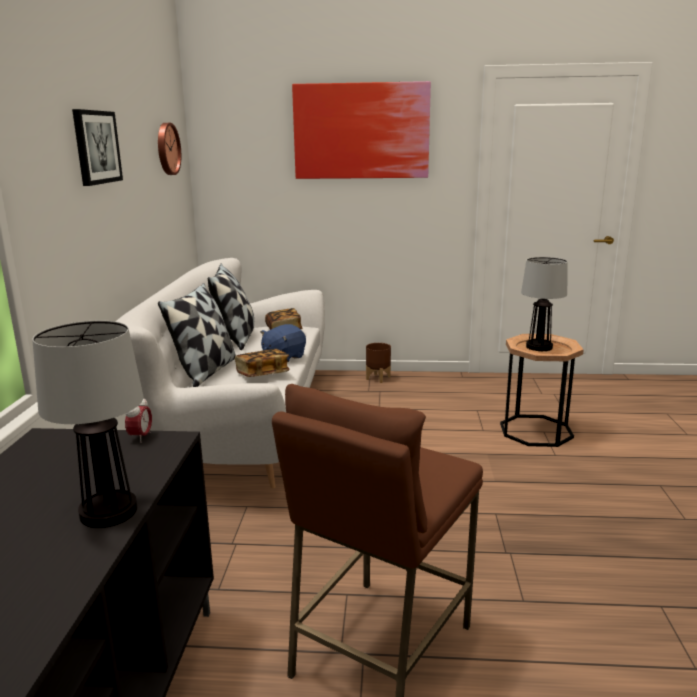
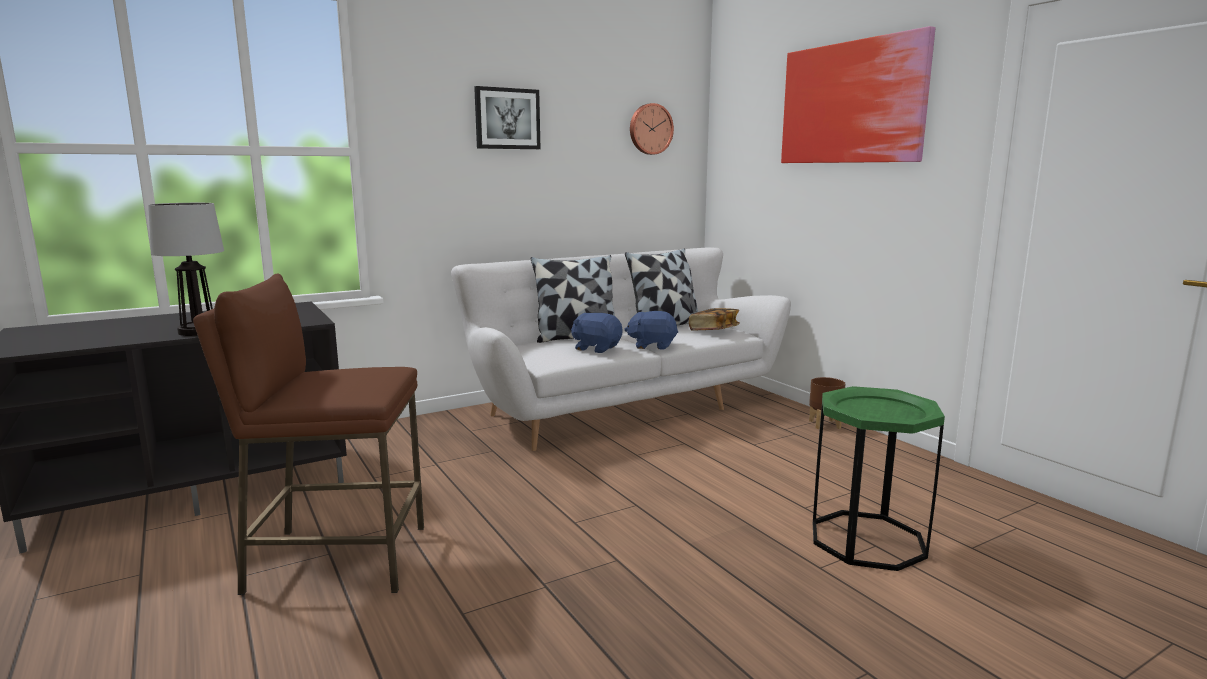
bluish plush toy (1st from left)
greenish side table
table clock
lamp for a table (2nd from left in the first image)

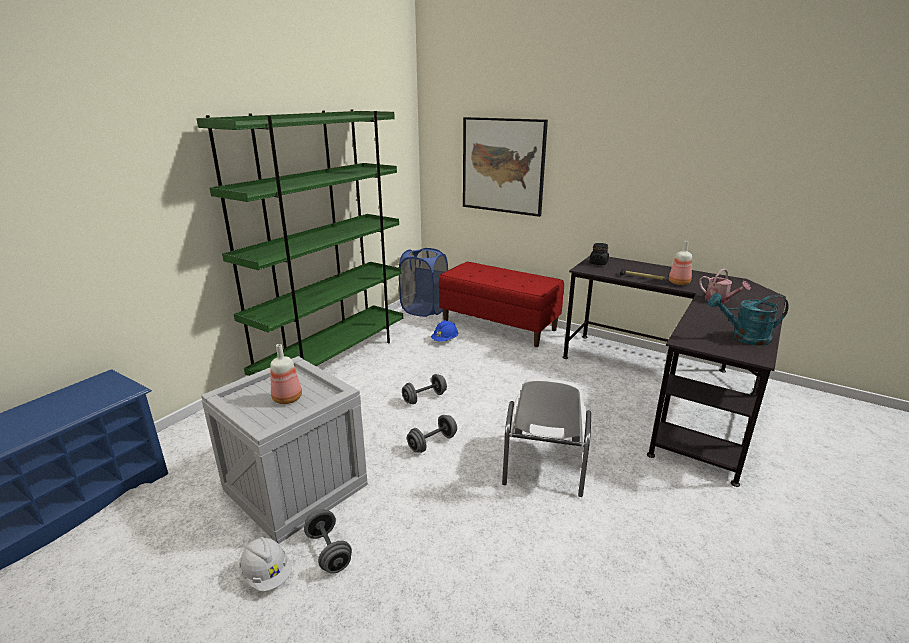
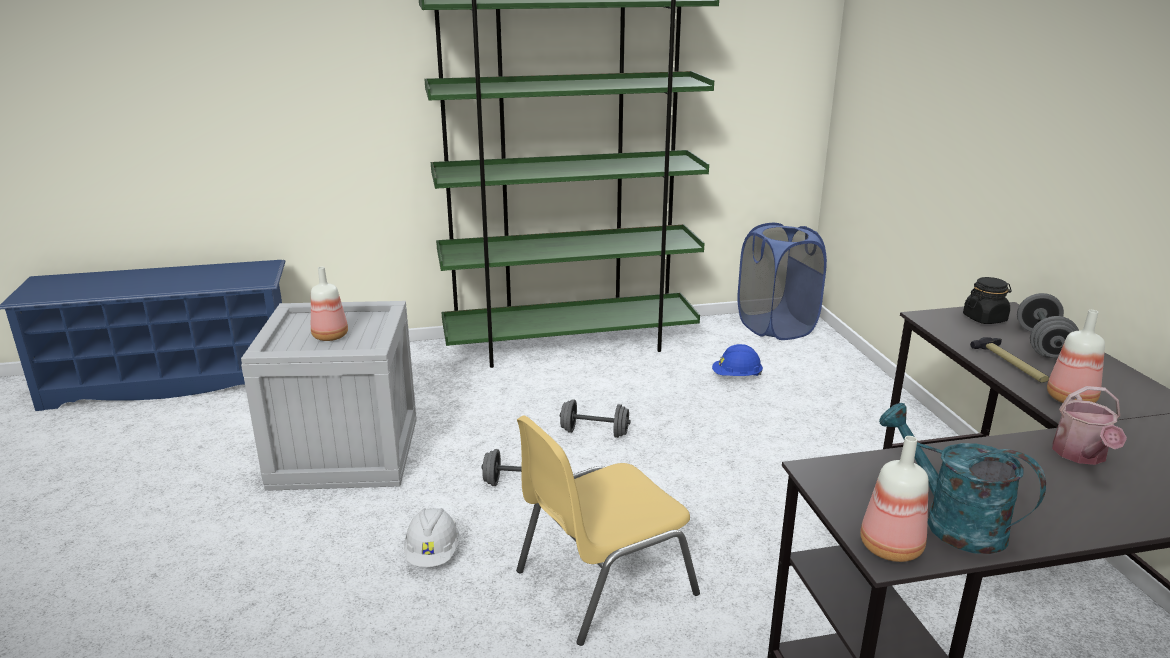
white work helmet
yellow chair
beverage bottle (2nd from left)
grey dumbbell (3rd from left)
red long seat
wall art

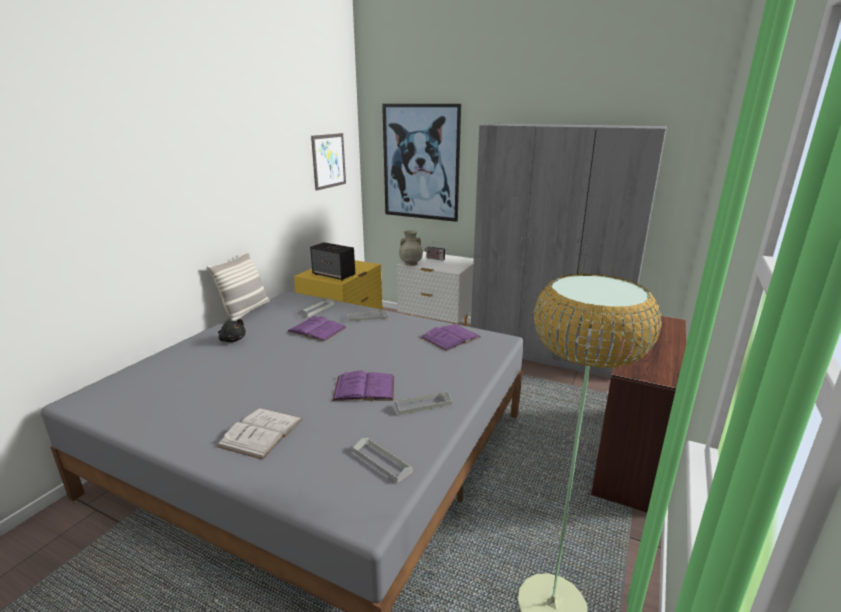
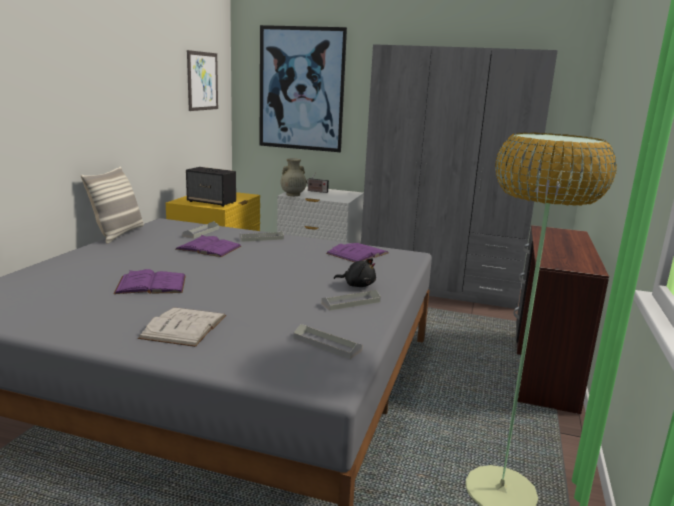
purple book (1st from left)
black-coloured plush toy

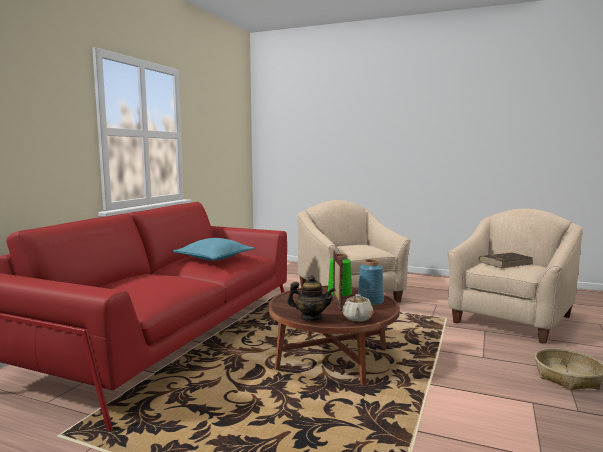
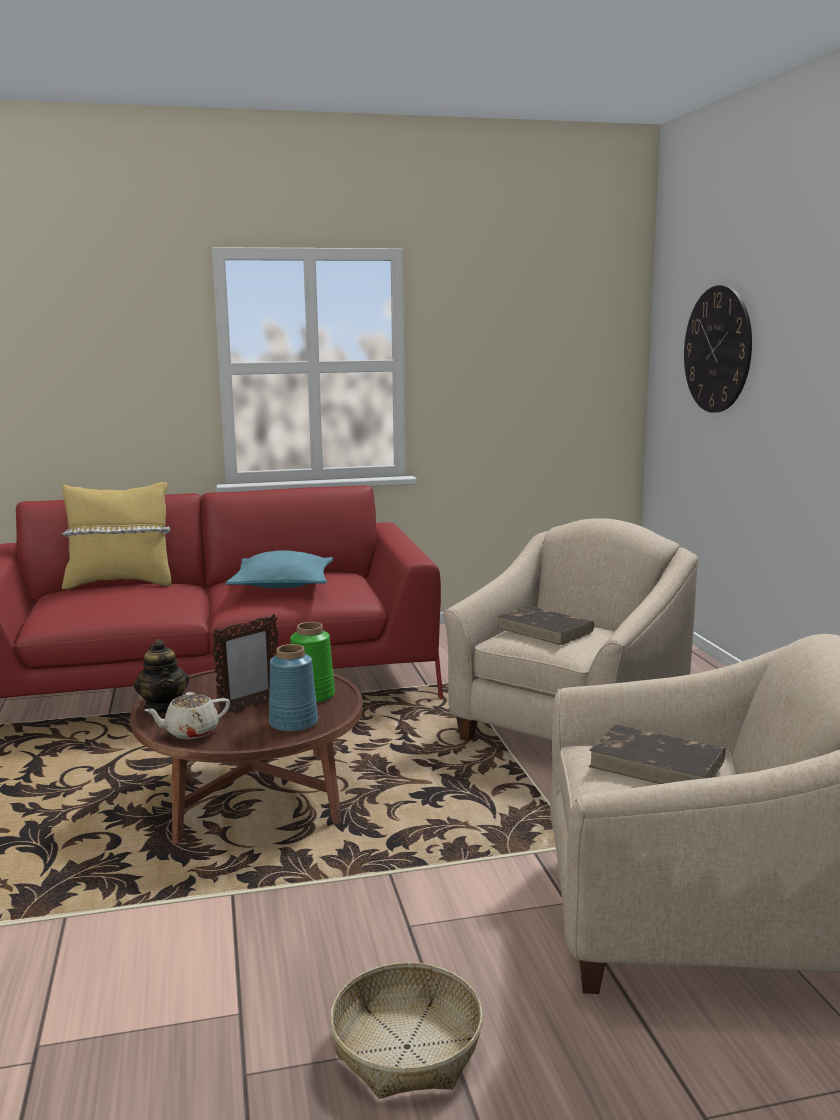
yellow cushion
brownish book (1st from left)
clock on the wall

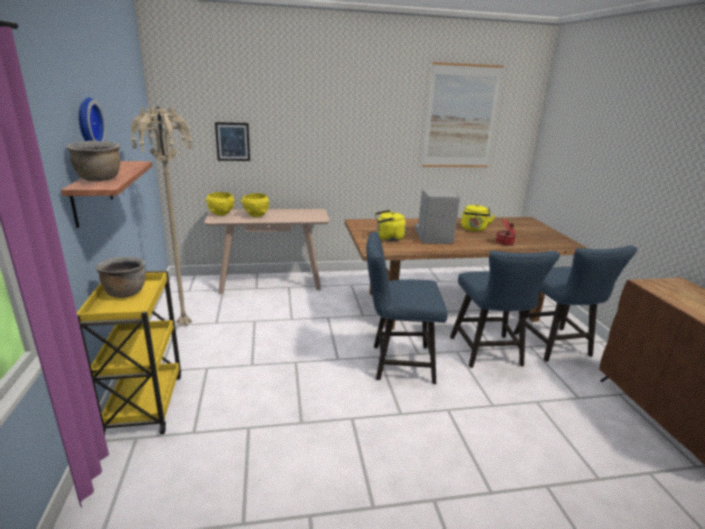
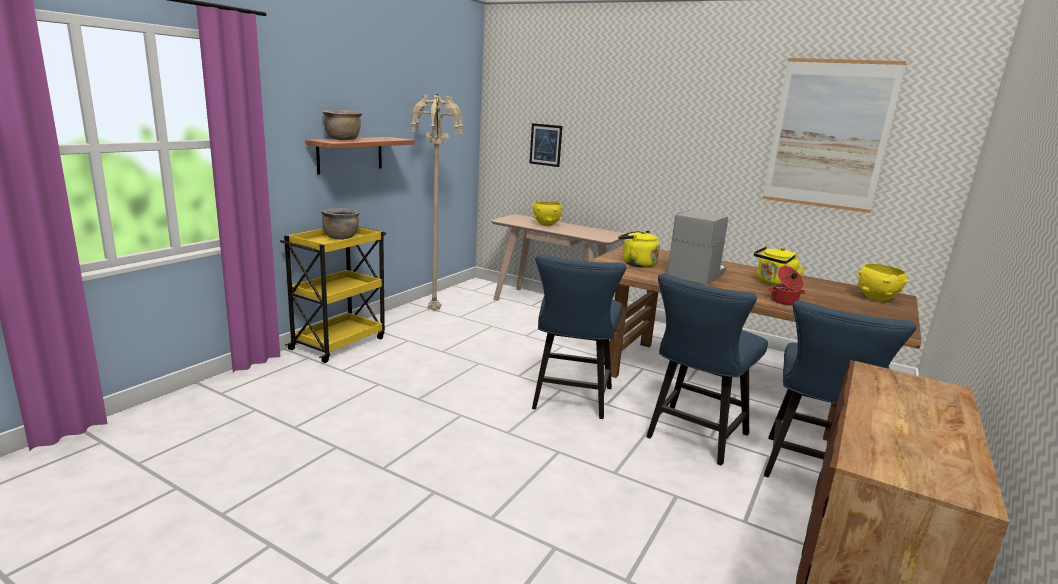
bluish chair (1st from left)
yellow bowl (2nd from left)
clock on the wall

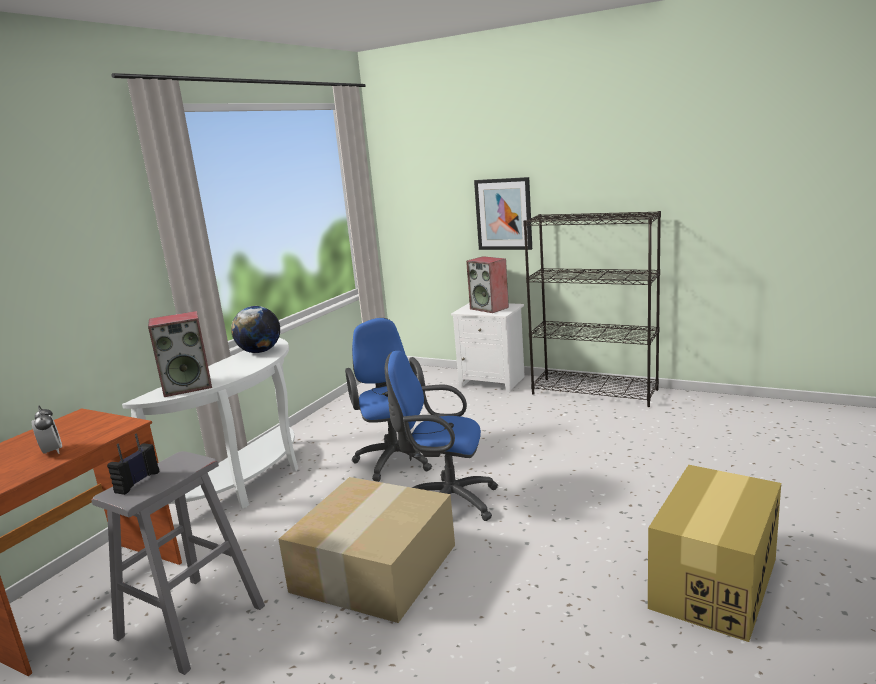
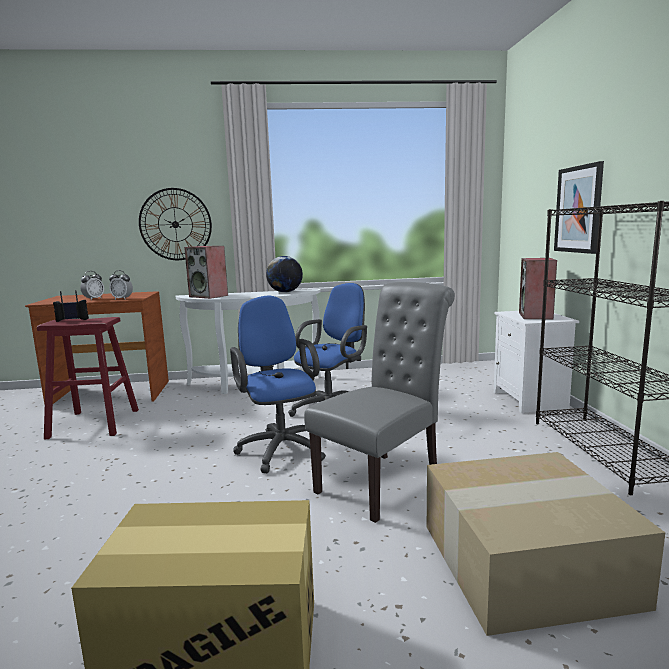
red stool seat
table clock (2nd from left)
clock on the wall
grey chair
packing box (2nd from left)

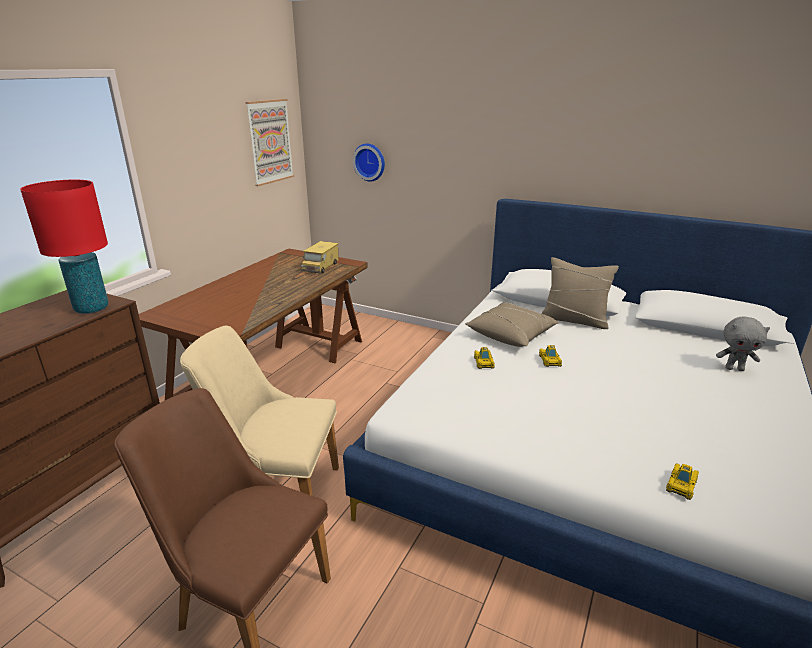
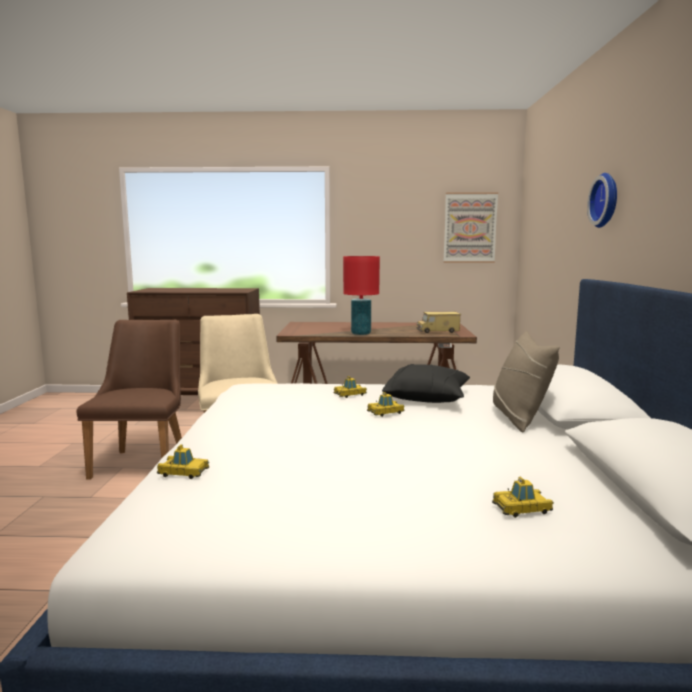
red lamp for a table
black-coloured cushion
miniature car (4th from left)
clock on the wall

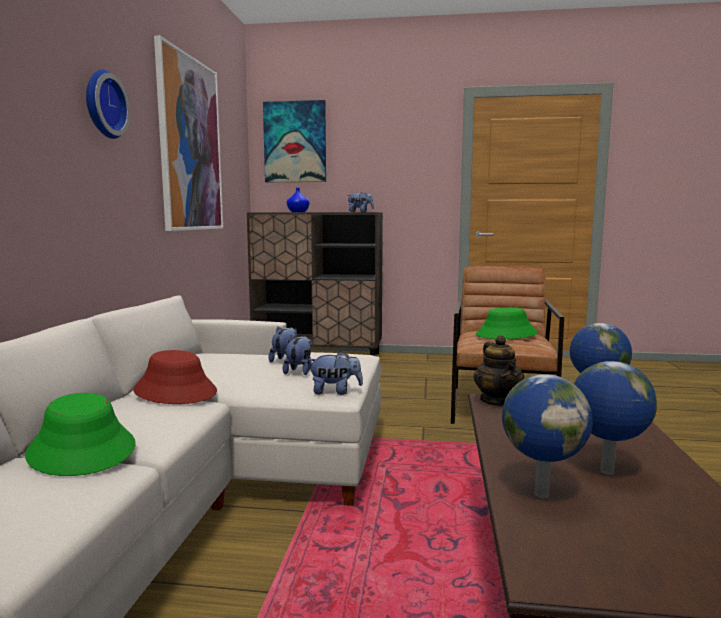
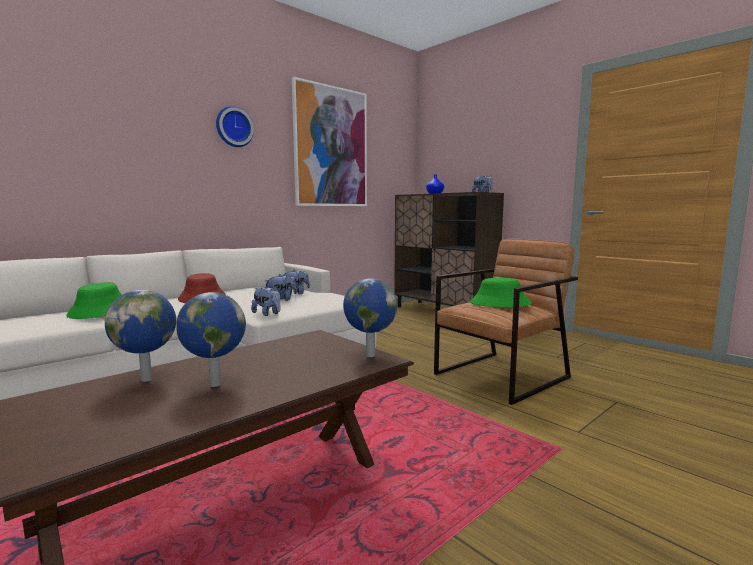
wall art (2nd from left in the first image)
tea pot

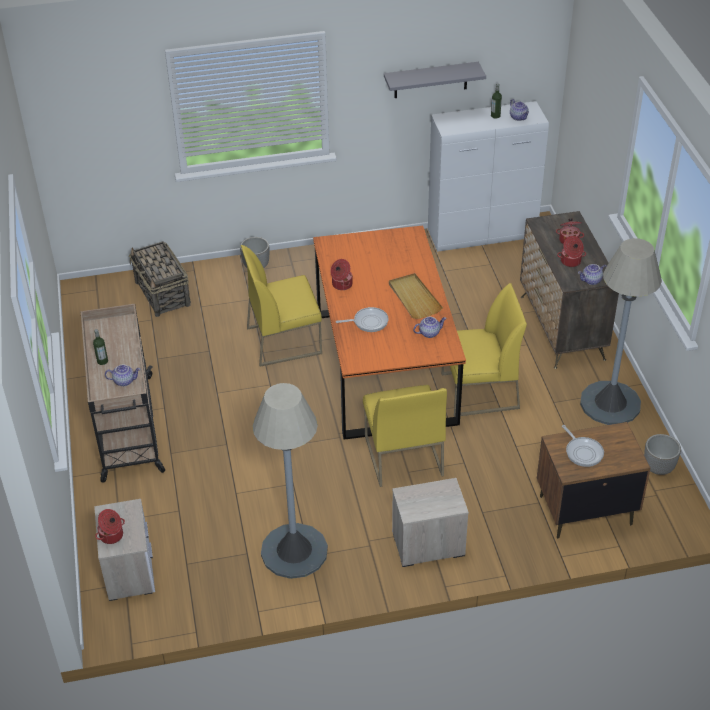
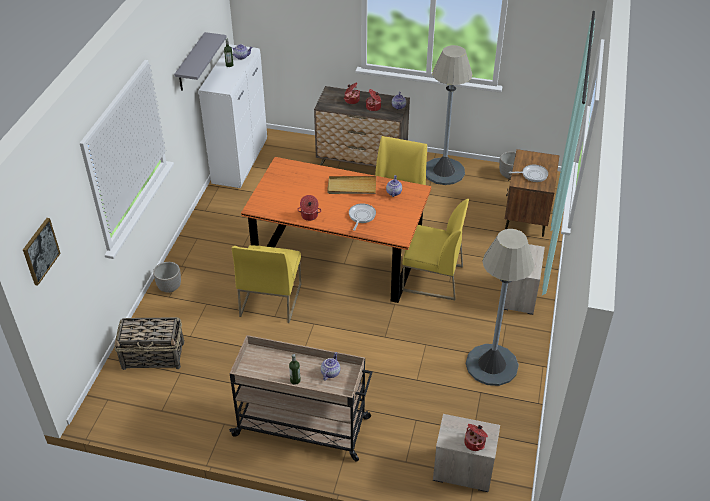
wall art

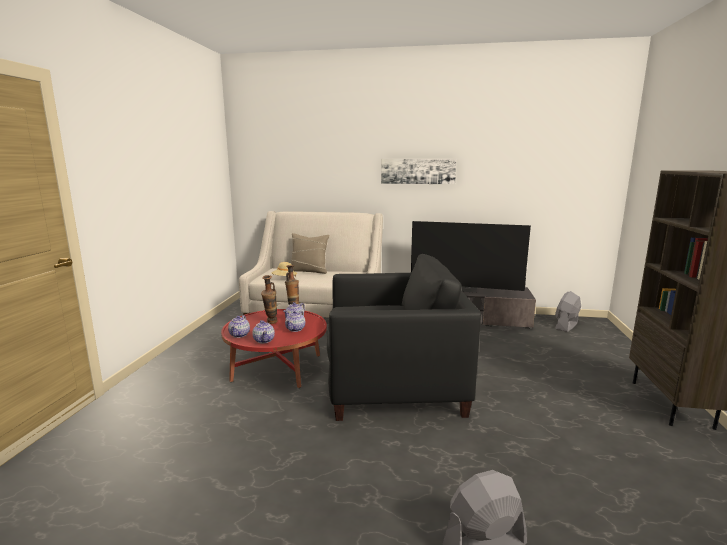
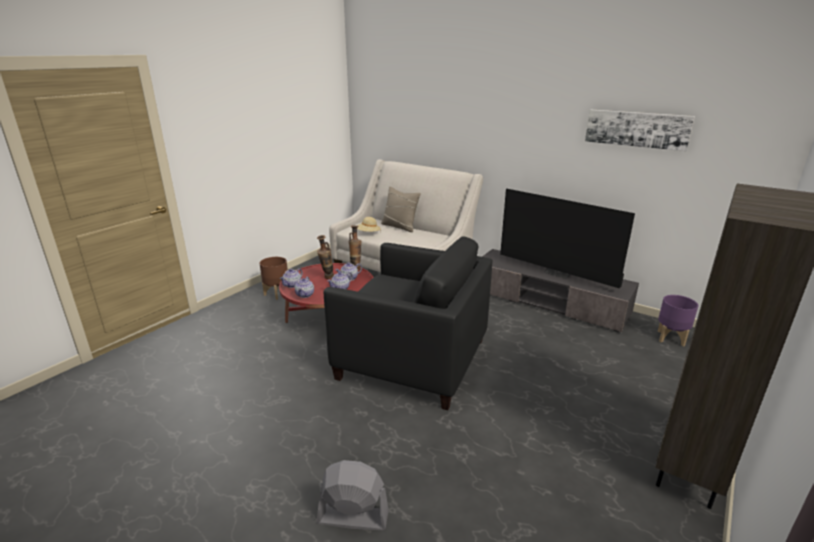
brownish flower pot
wall art
purple flower pot

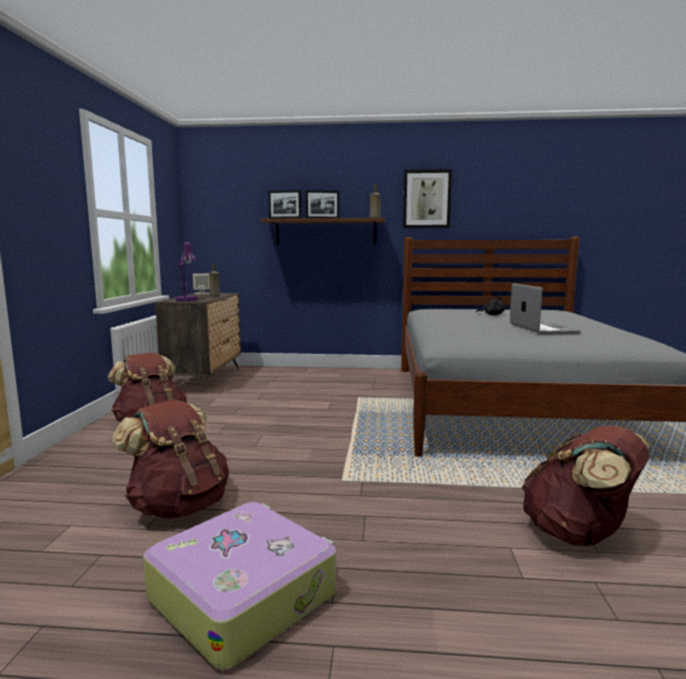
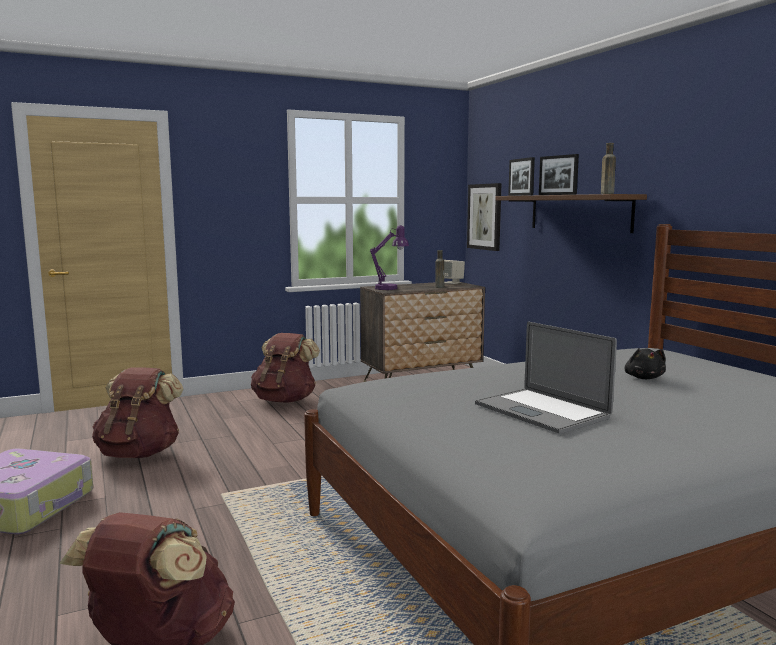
wall art
laptop

